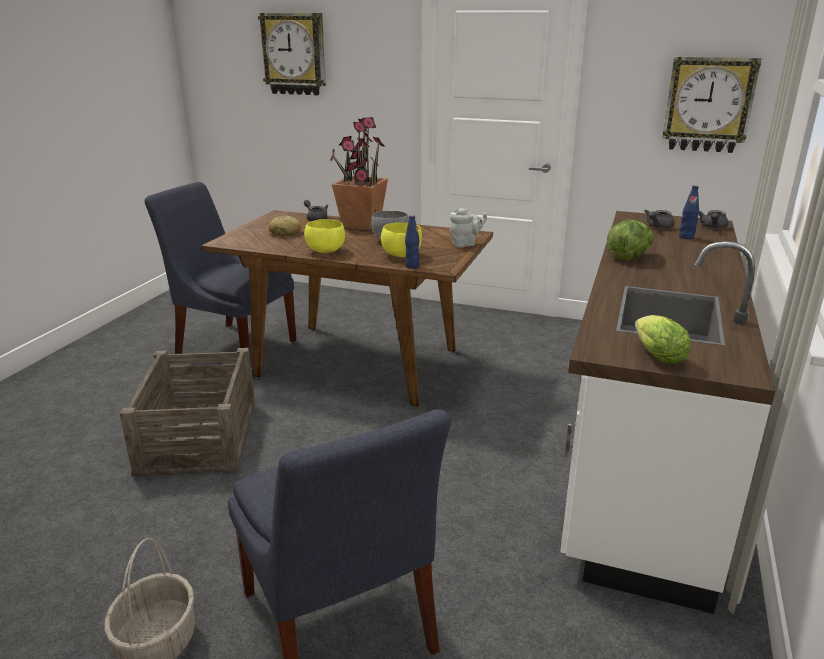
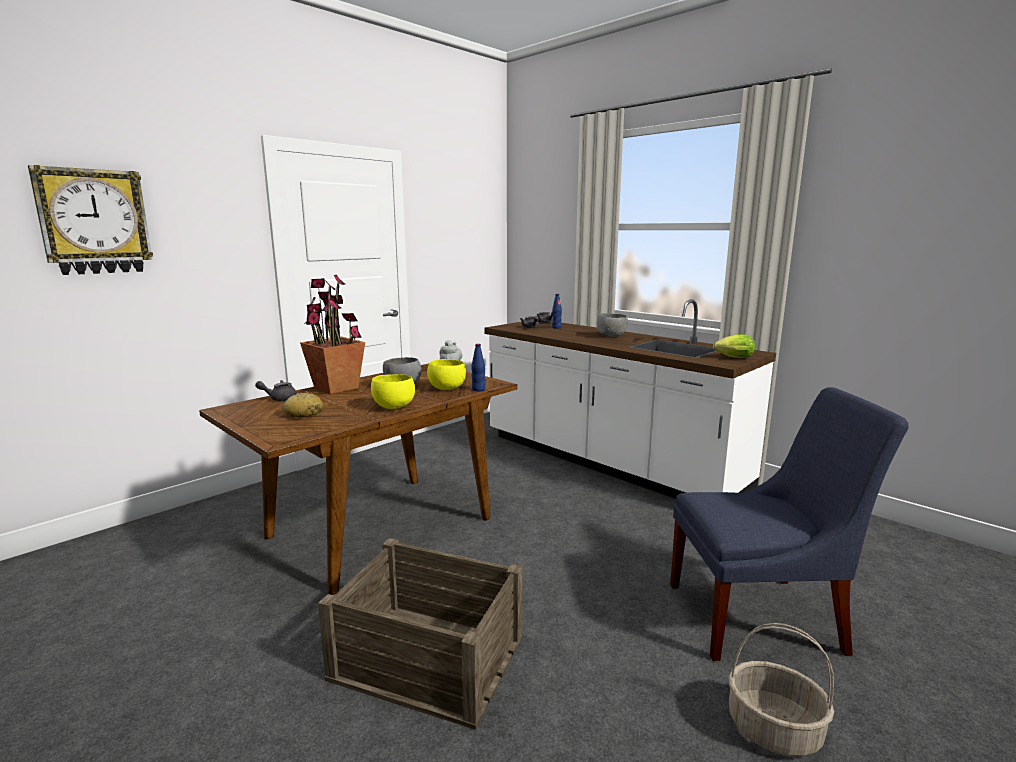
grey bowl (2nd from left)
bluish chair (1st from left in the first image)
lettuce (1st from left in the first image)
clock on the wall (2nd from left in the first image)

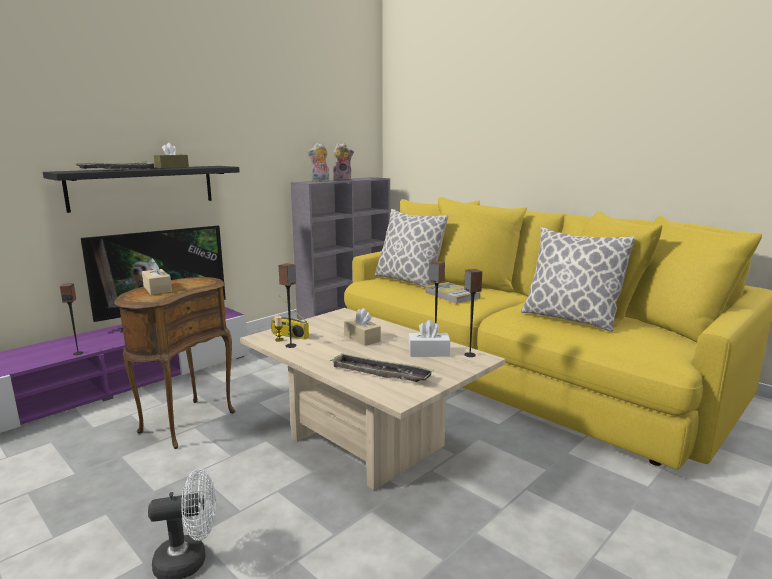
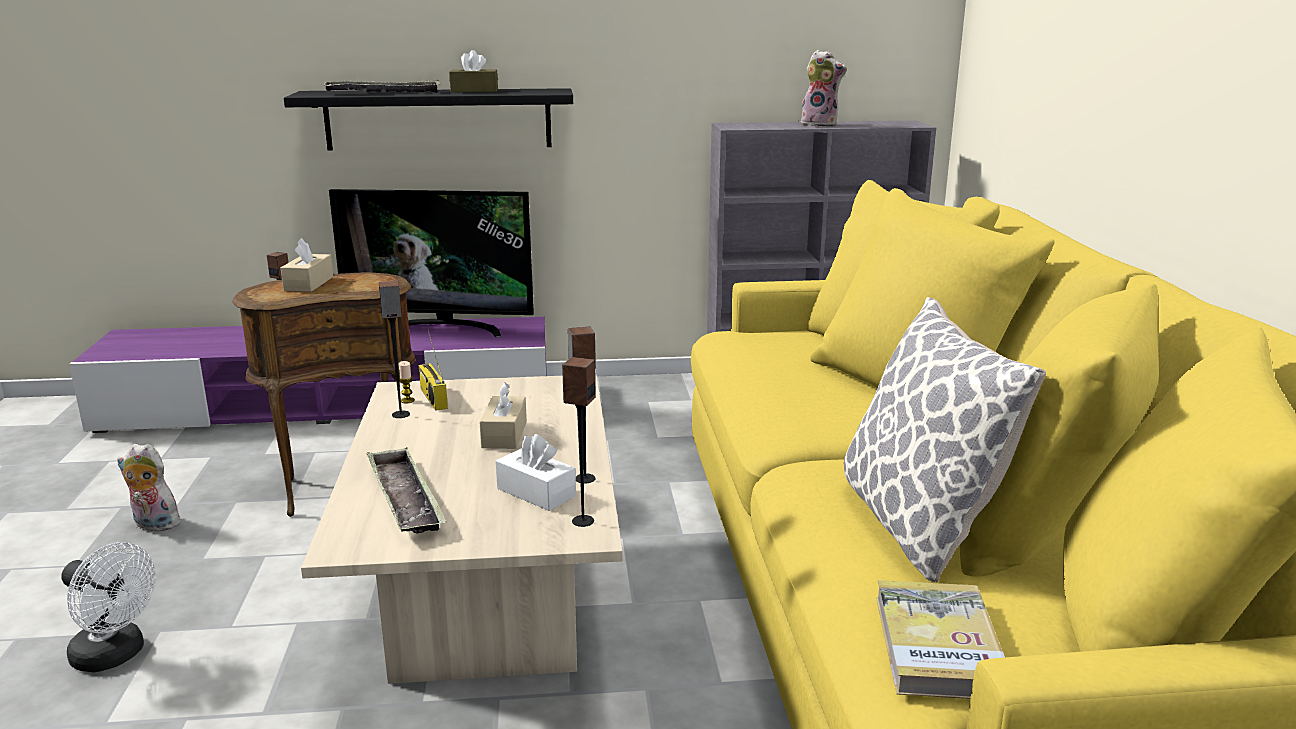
plush toy (1st from left)
book
cushion (1st from left in the first image)

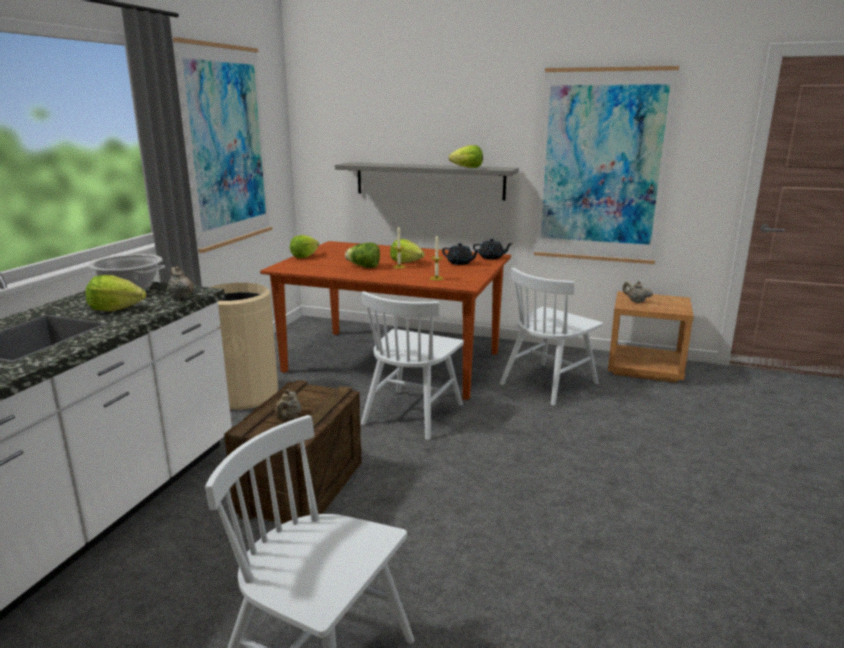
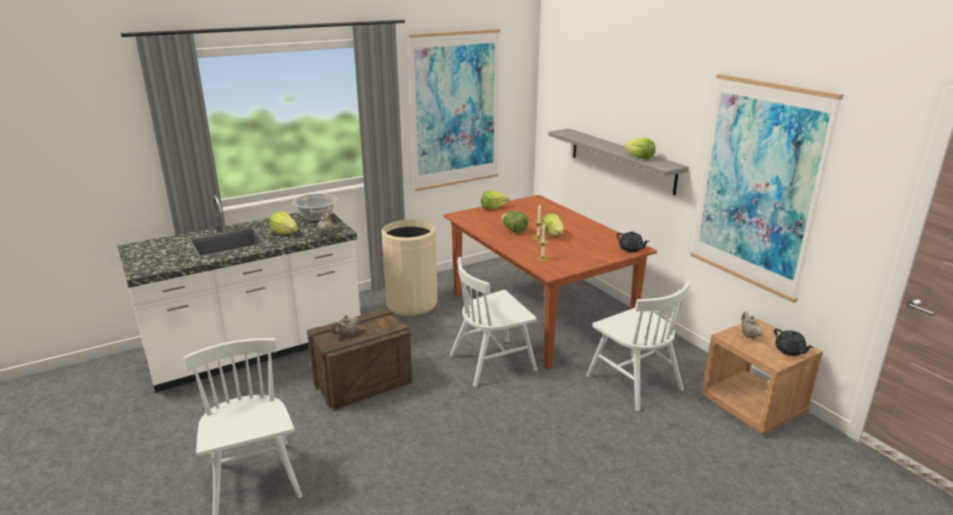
white chair (3rd from left)
black-coloured tea pot (2nd from left)

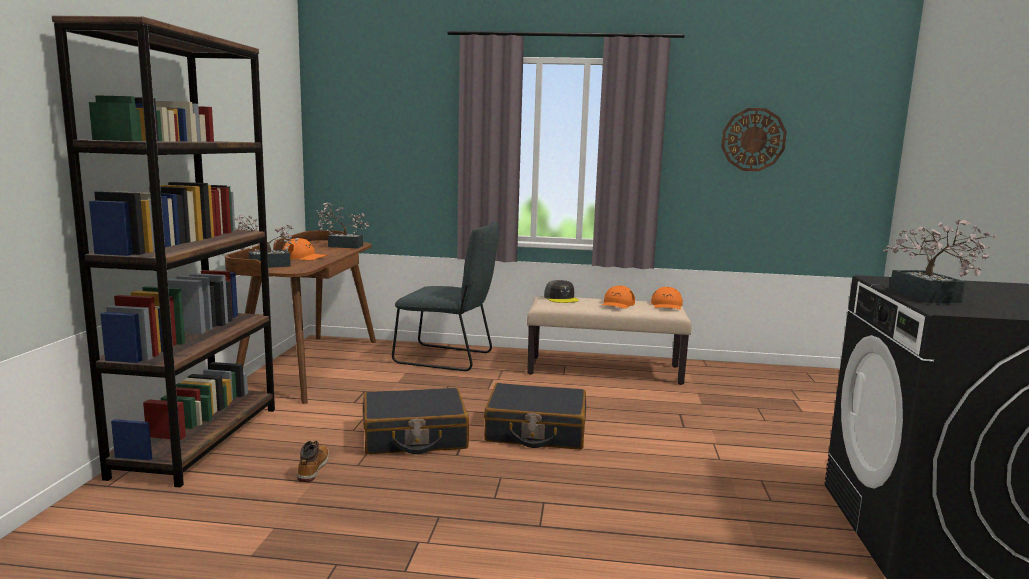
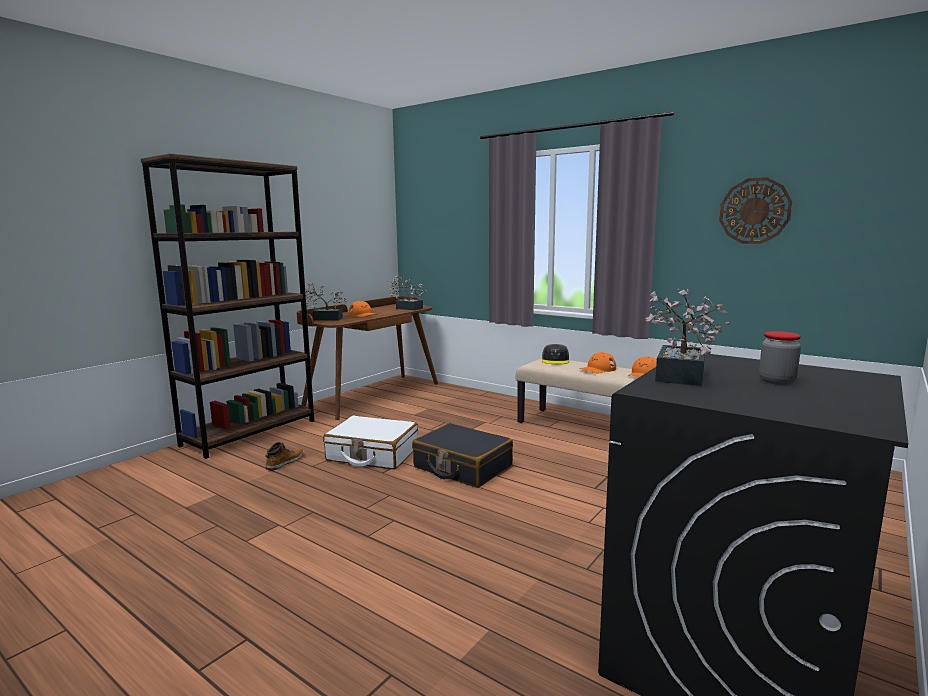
white suitcase
preserve jar
grey chair

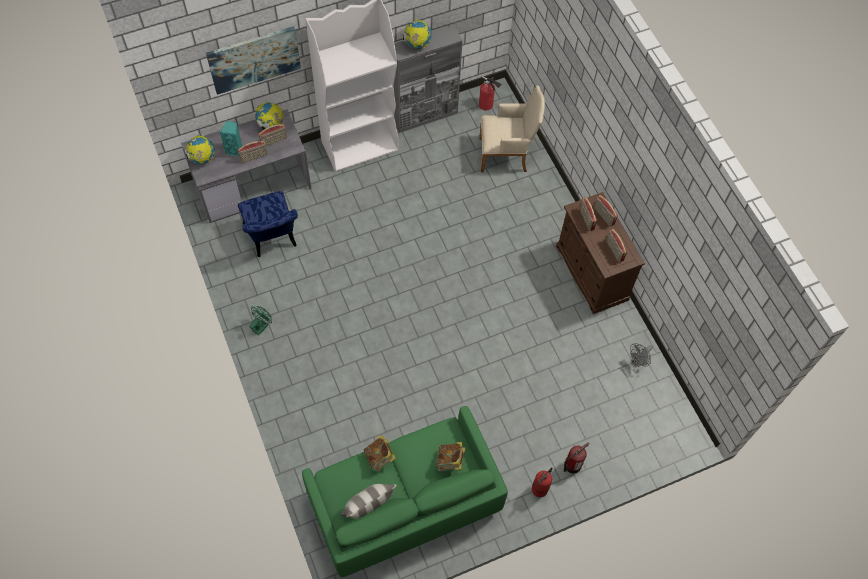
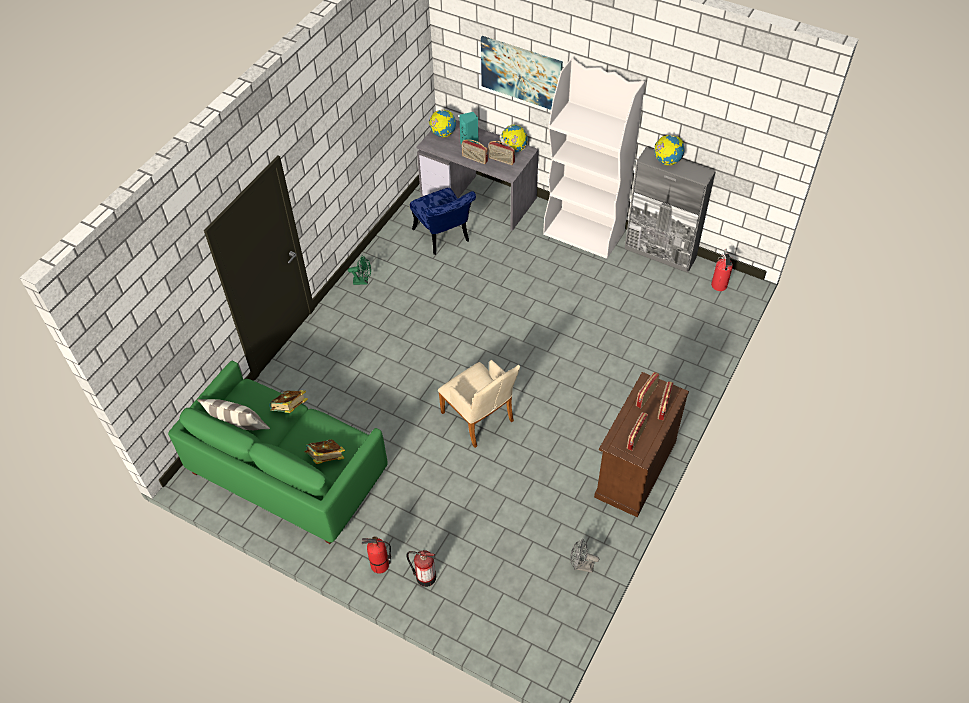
bluish chair
beige-coloured armchair

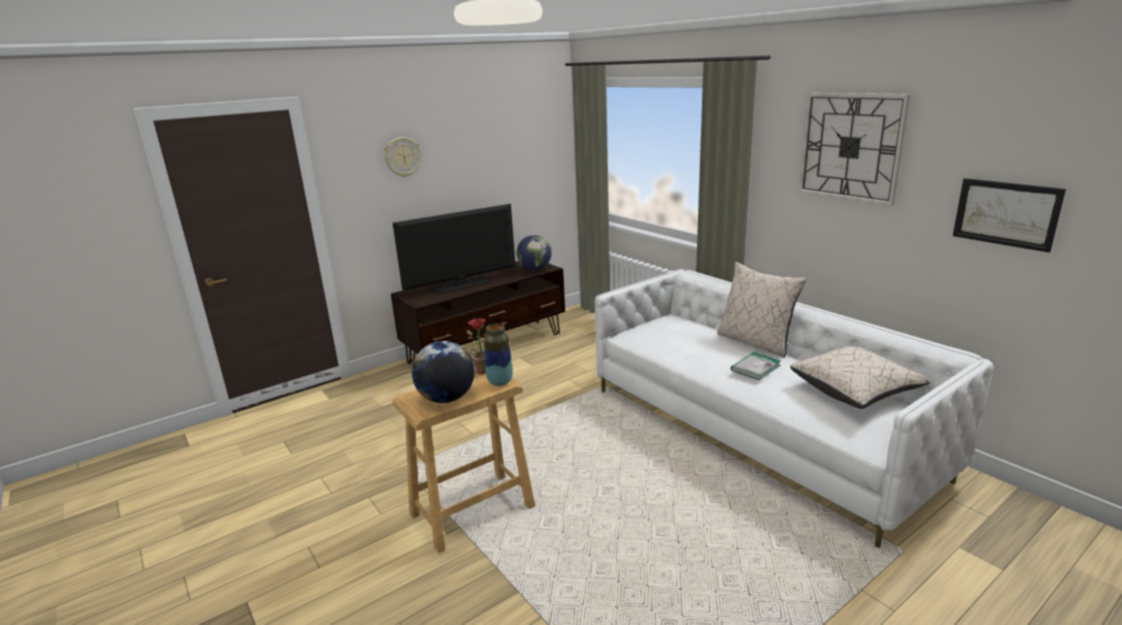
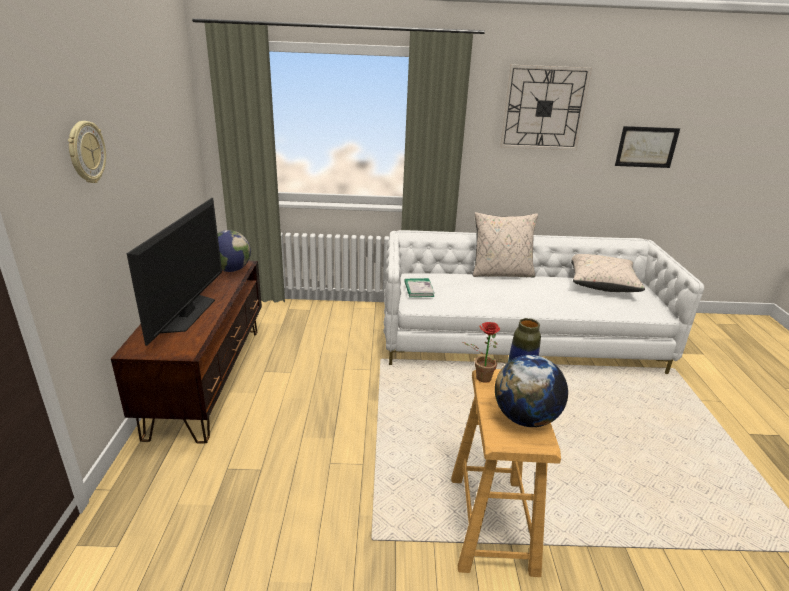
book

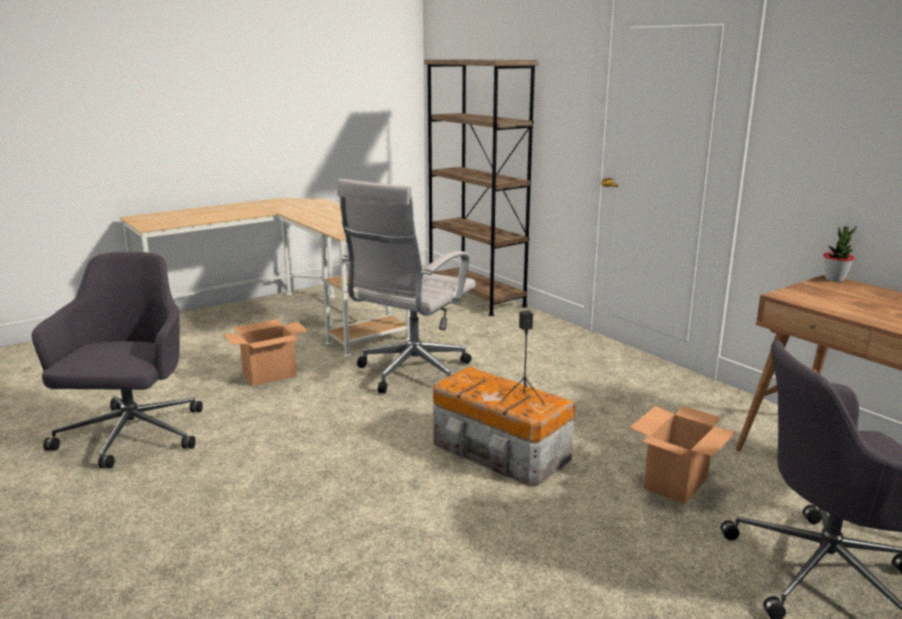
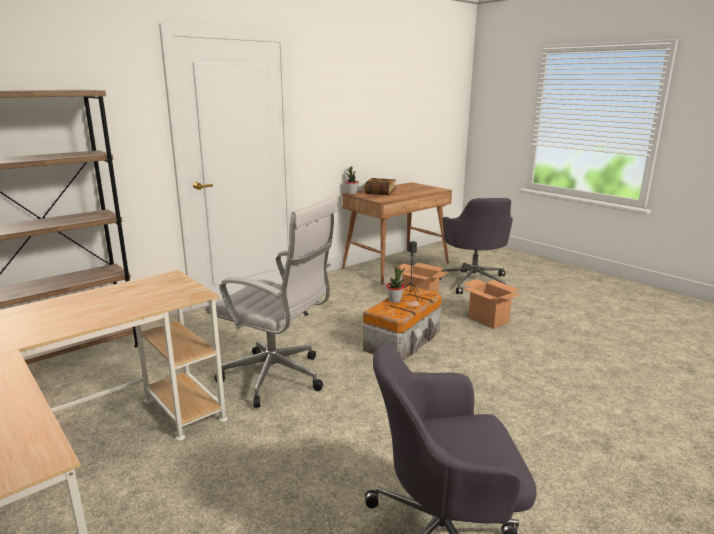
book
houseplant (2nd from left)
packing box (2nd from left)

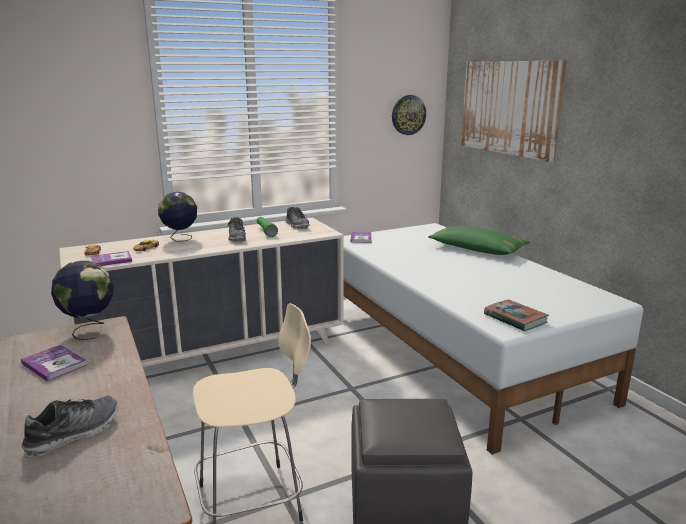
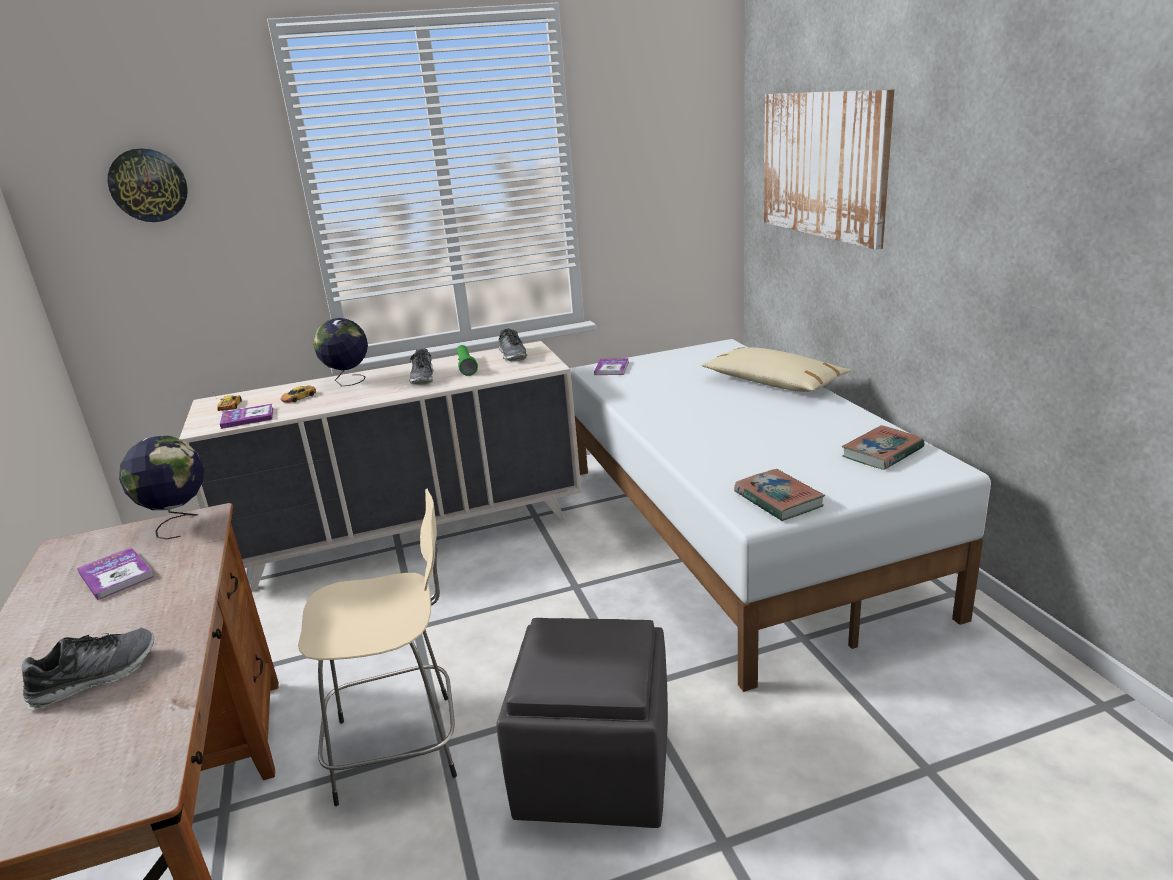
clock on the wall
beige-coloured cushion
book (5th from left)

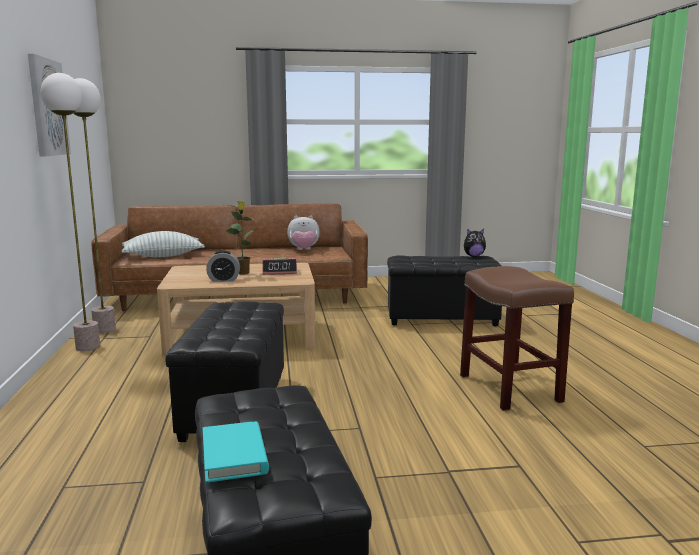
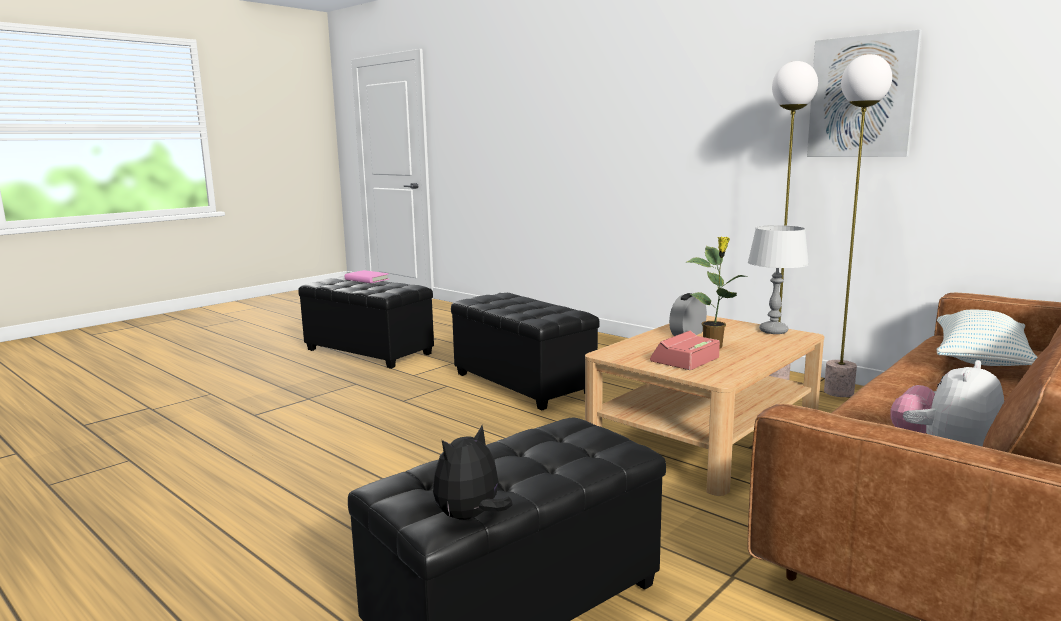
pink book
grey lamp for a table
brownish stool seat

